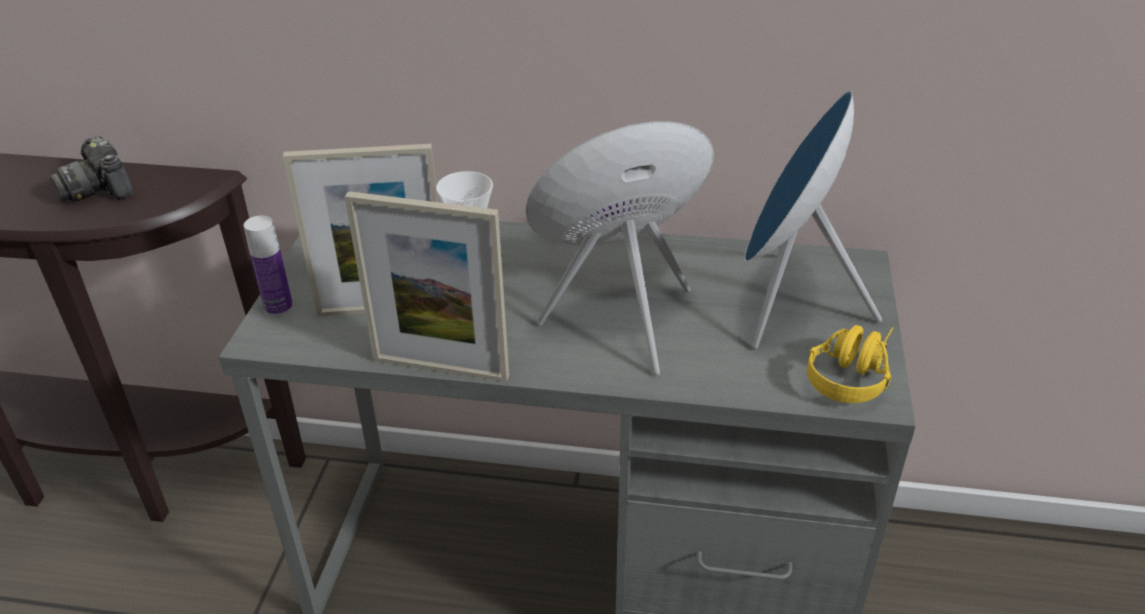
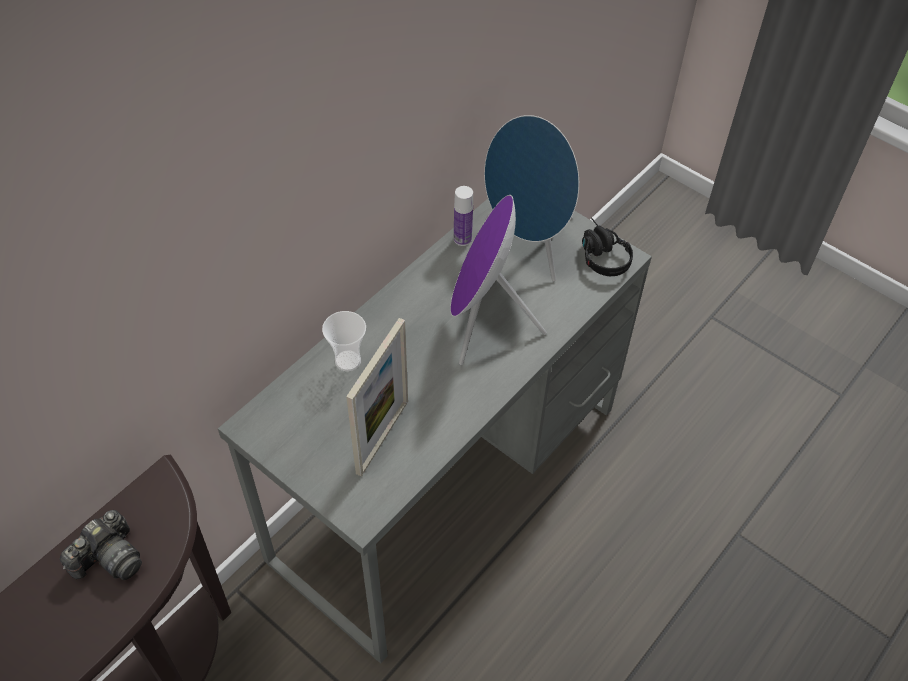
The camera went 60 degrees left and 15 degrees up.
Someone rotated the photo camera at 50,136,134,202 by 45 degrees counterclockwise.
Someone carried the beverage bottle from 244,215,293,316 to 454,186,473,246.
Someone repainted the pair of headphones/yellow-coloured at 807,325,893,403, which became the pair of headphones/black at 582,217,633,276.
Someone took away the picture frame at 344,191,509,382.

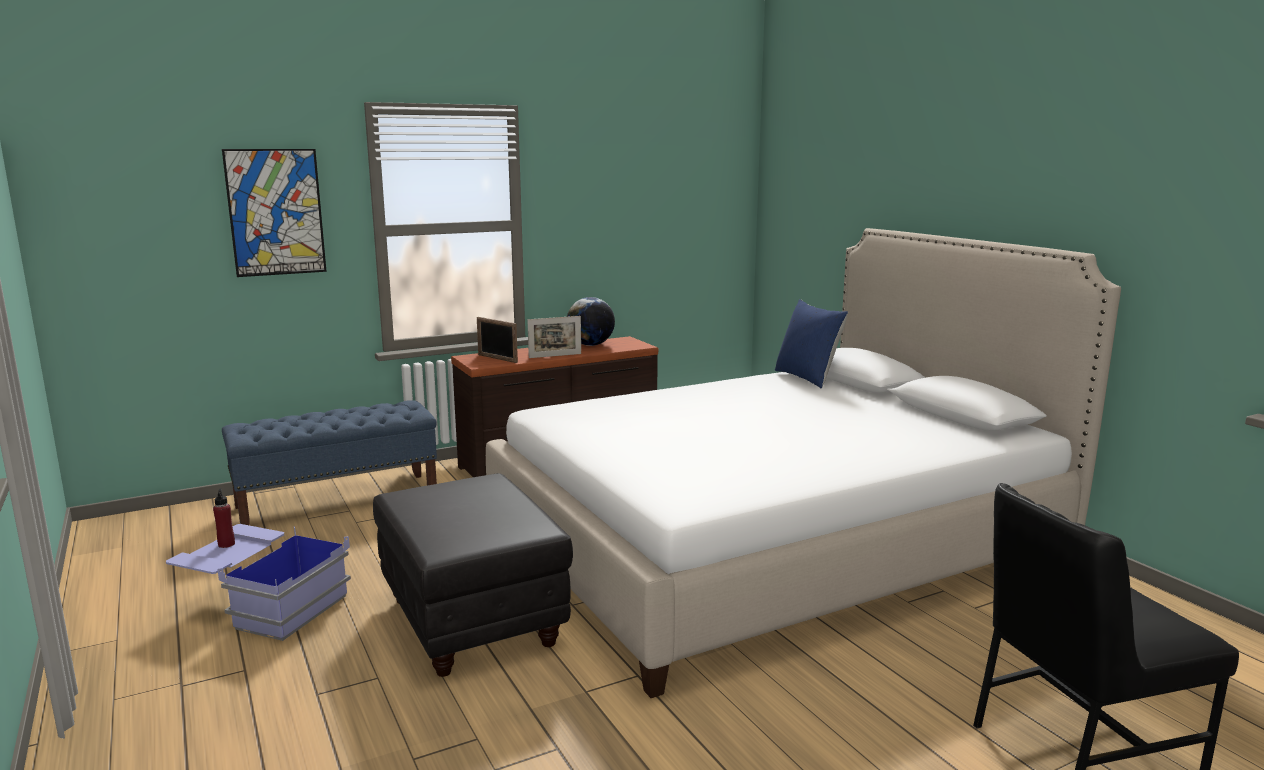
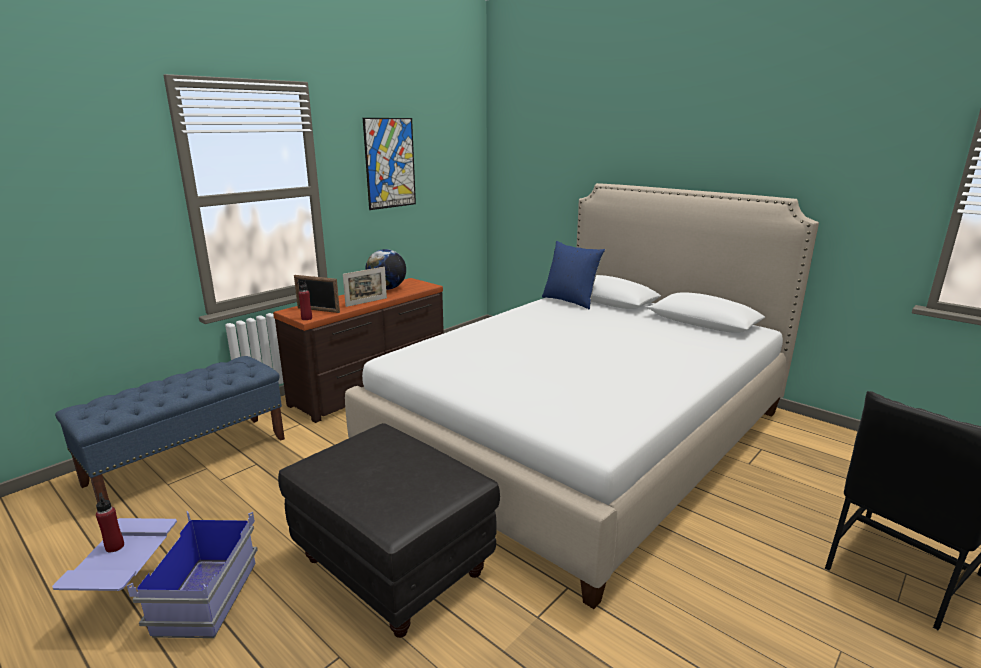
The camera went 20 degrees left and 5 degrees up.
Someone put down the beverage bottle/red at 297,280,312,320.
Someone carried the picture from 222,149,327,277 to 363,118,416,210.

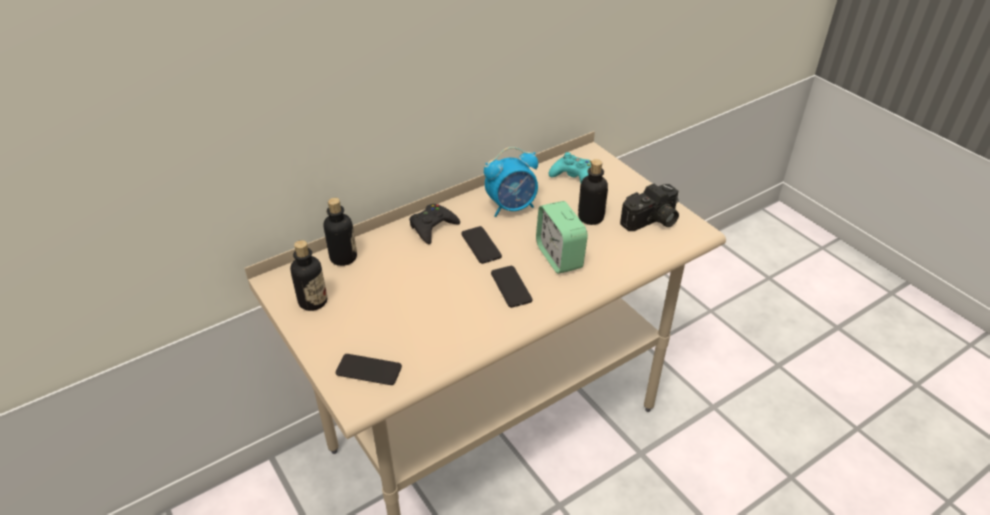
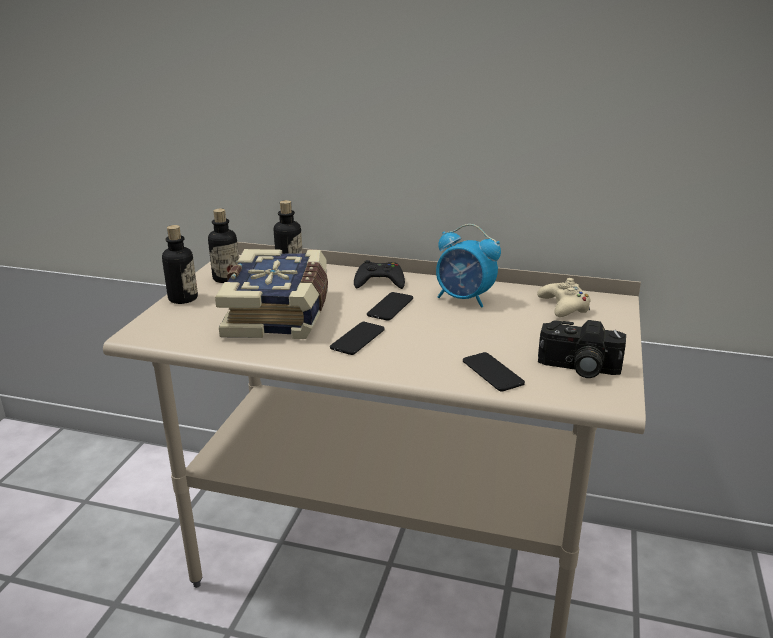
The camera went 50 degrees right and 15 degrees down.
Someone carried the beverage bottle from 578,159,608,225 to 162,225,198,304.
Someone put down the bound book at 215,249,328,339.
Someone carried the phone from 336,354,402,385 to 463,352,525,392.
Someone repainted the gamepad/turquoise at 549,152,591,183, which became the gamepad/beige at 537,278,590,317.
Someone took away the alarm clock at 536,201,588,274.

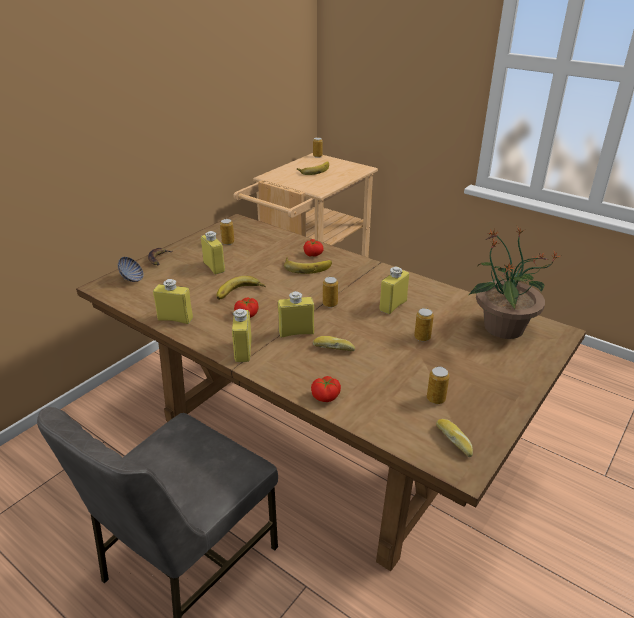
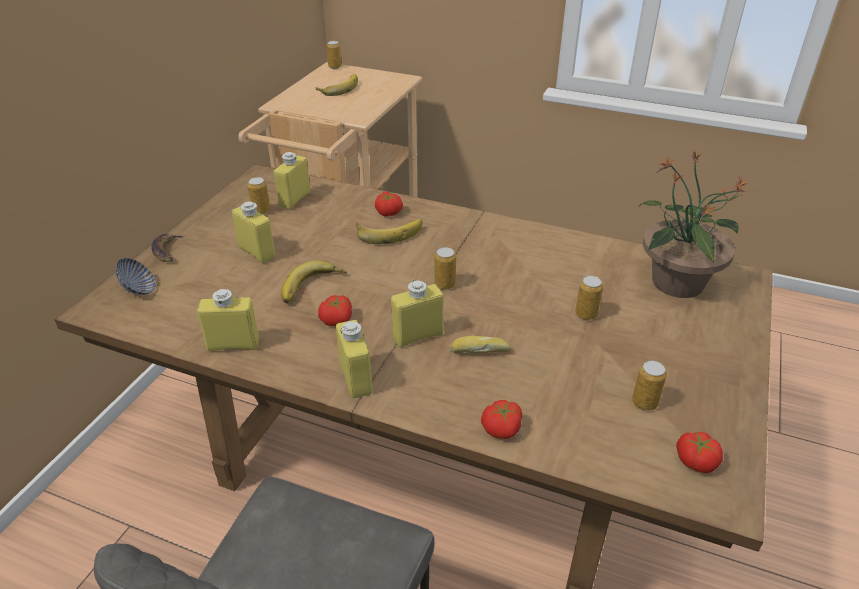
The camera went 15 degrees left and 5 degrees up.
Someone carried the beverage bottle/yellow-coloured from 380,267,409,314 to 274,152,311,209.
Someone swapped the bakery bread at 436,419,473,457 for the fresh tomato at 676,432,723,473.

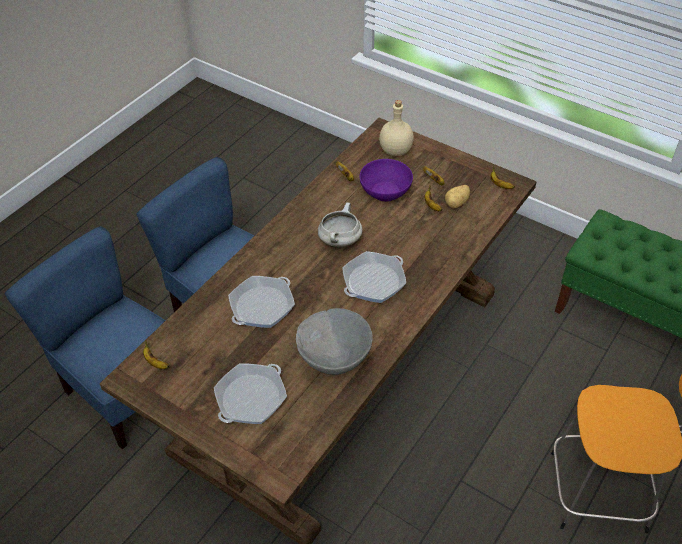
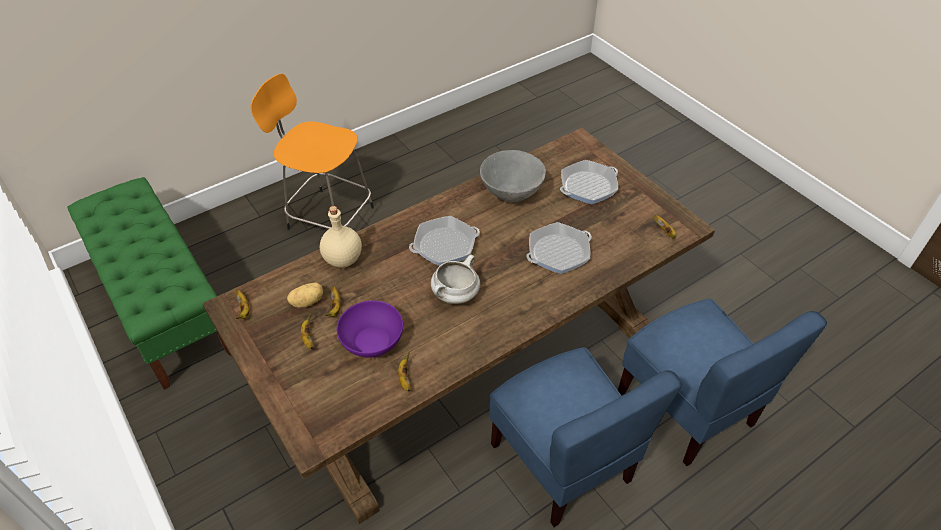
The camera went 160 degrees left and 0 degrees up.
Someone carried the beverage bottle/beige from 379,100,414,156 to 320,206,362,268.

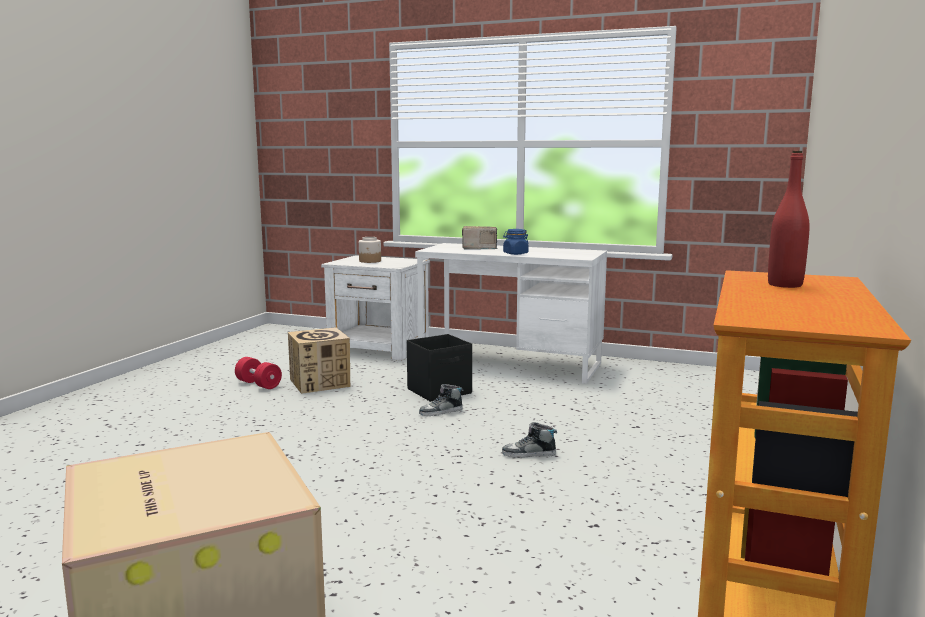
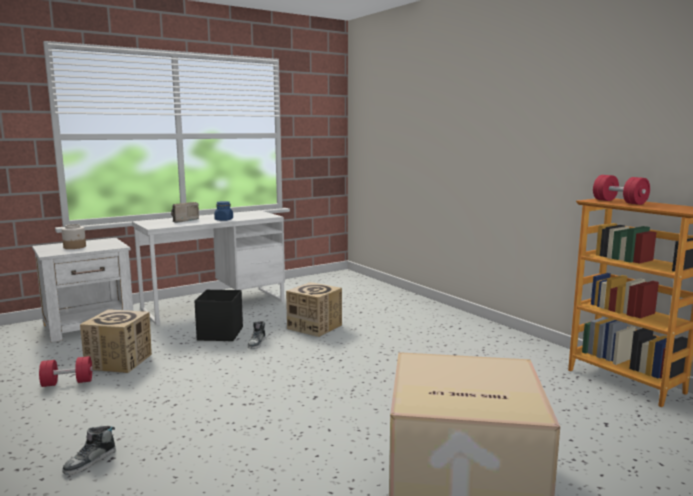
The camera went 55 degrees left and 0 degrees up.
Someone carried the item of footwear from 502,422,557,458 to 62,426,116,475.
Someone put down the cardboard box at 286,282,342,337.
Someone swapped the beverage bottle/red at 768,151,809,288 for the free weight/red at 593,175,650,205.

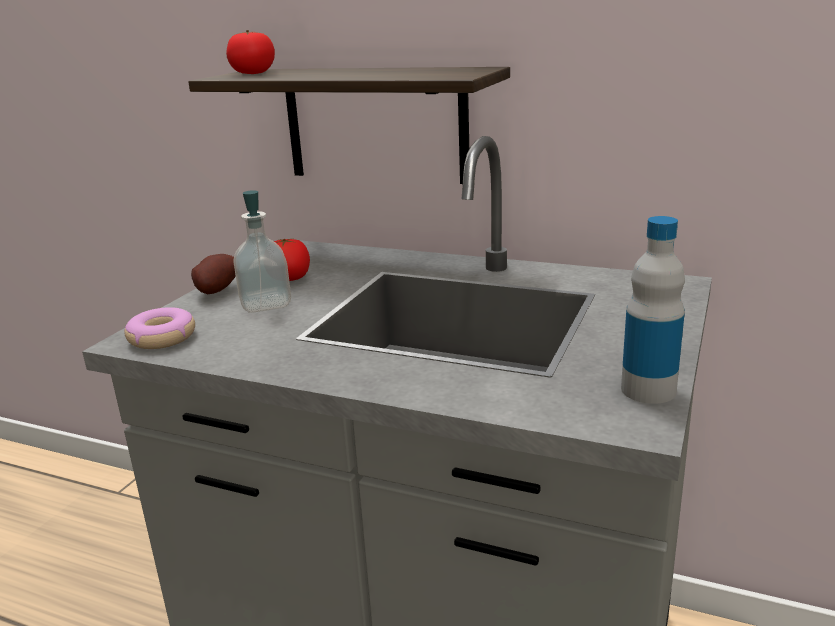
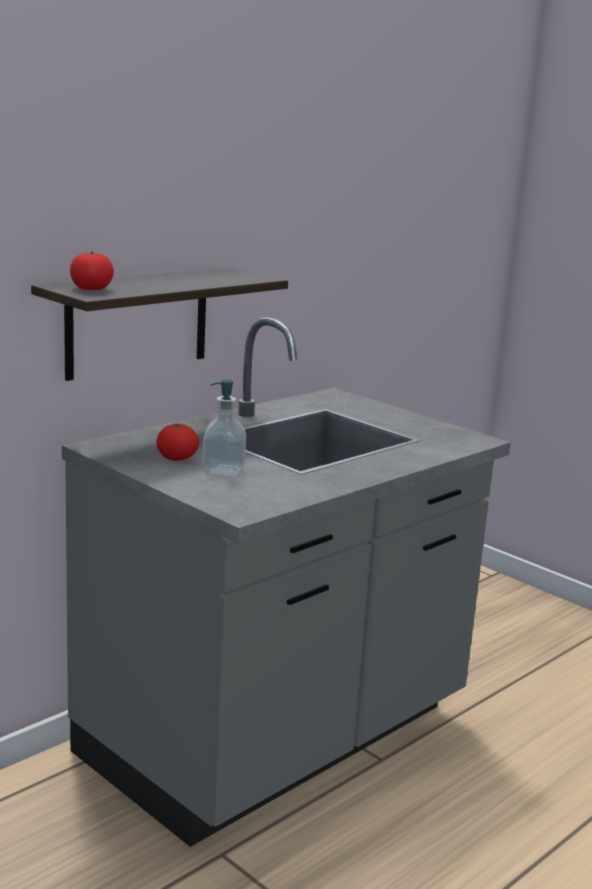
The camera went 70 degrees left and 5 degrees down.
Someone took away the donut at 124,307,195,349.
Someone took away the spud at 191,254,236,294.
Someone took away the beverage bottle at 621,216,685,404.

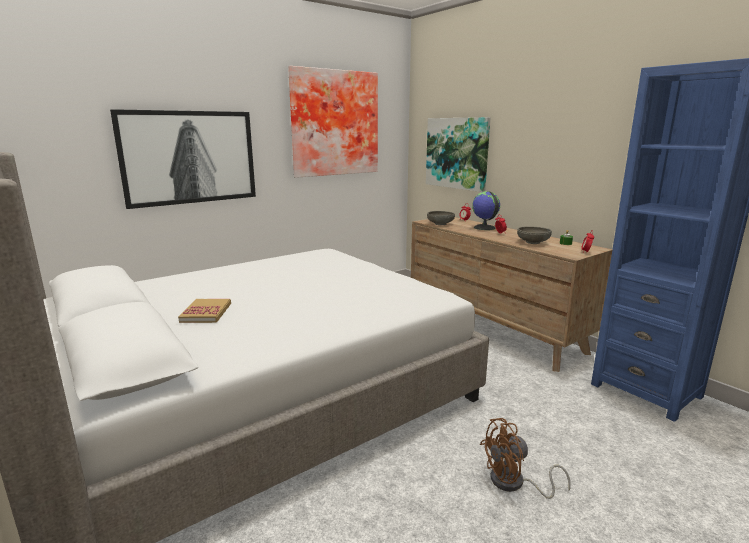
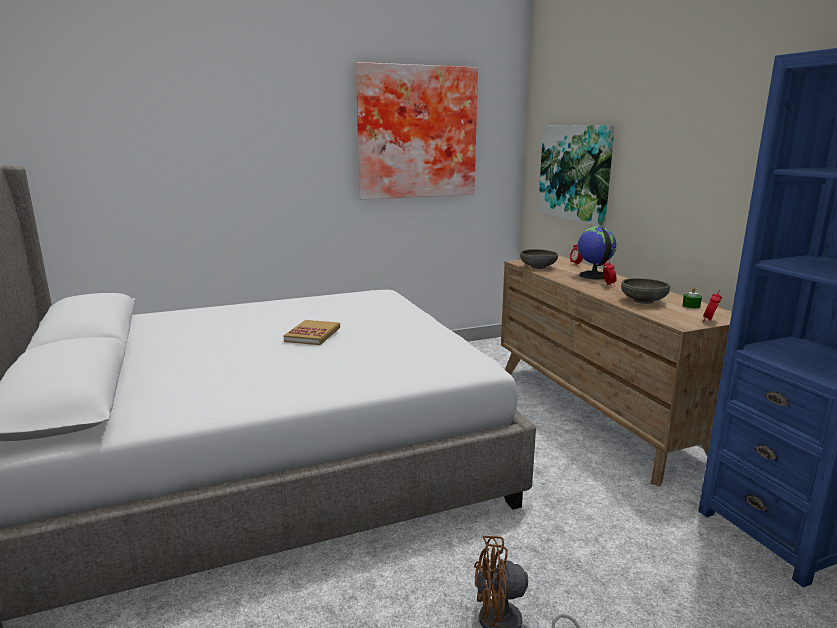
The camera went 15 degrees right and 0 degrees up.
Someone carried the bound book from 178,299,231,323 to 283,320,340,345.
Someone took away the picture at 110,109,256,209.

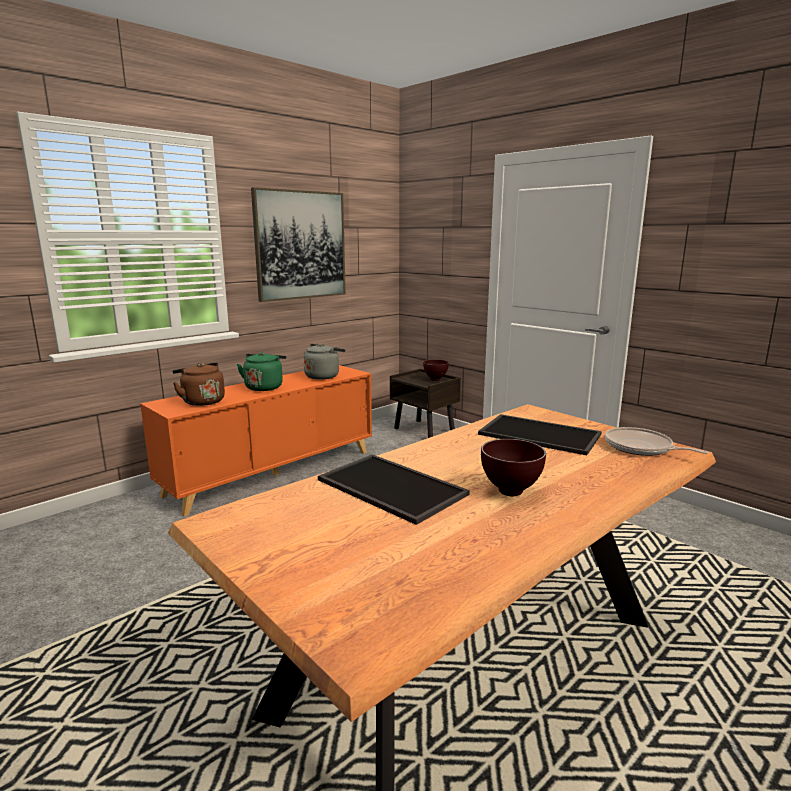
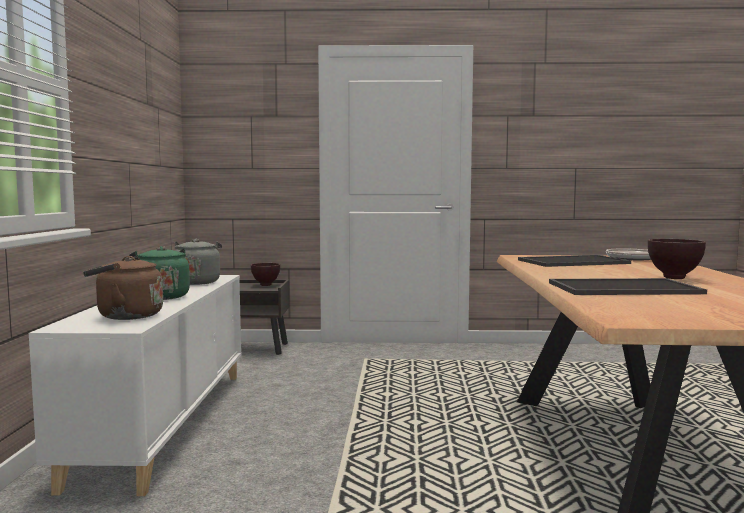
The camera went 45 degrees left and 10 degrees down.
Someone repainted the cabinet/orangey at 140,365,372,517, which became the cabinet/whitish at 29,275,241,496.
Someone took away the picture at 251,187,346,302.

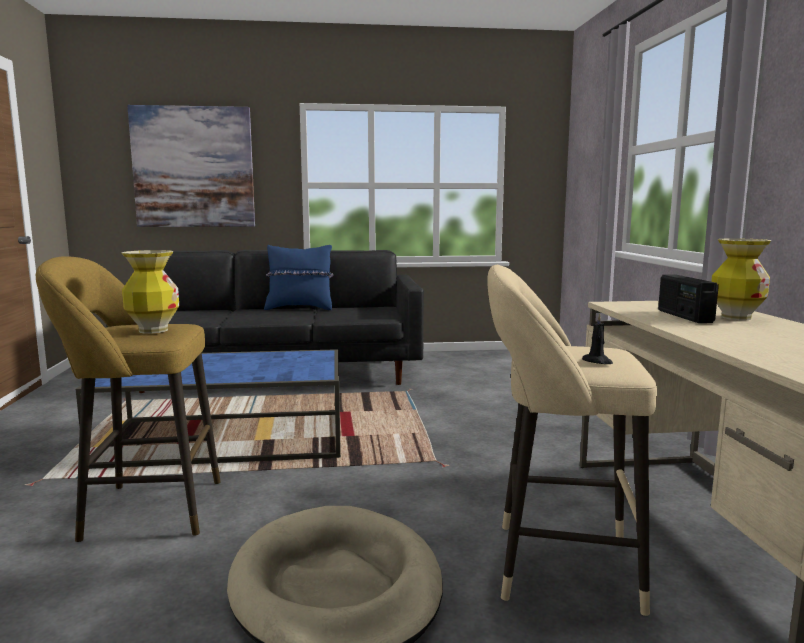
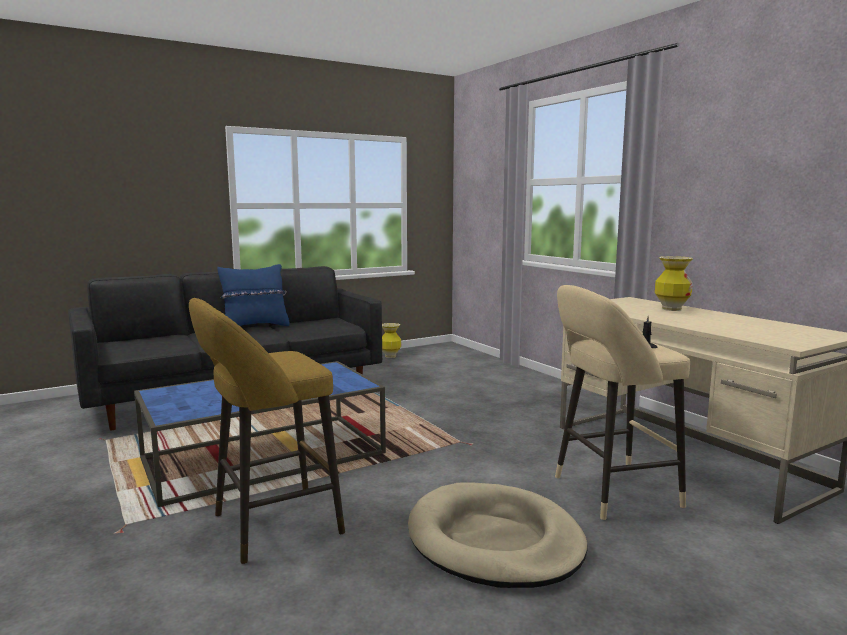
The camera went 25 degrees left and 0 degrees up.
Someone carried the flower vase from 121,250,179,334 to 382,323,401,358.
Someone took away the picture at 127,105,255,227.
Someone took away the radio set at 658,274,719,323.

